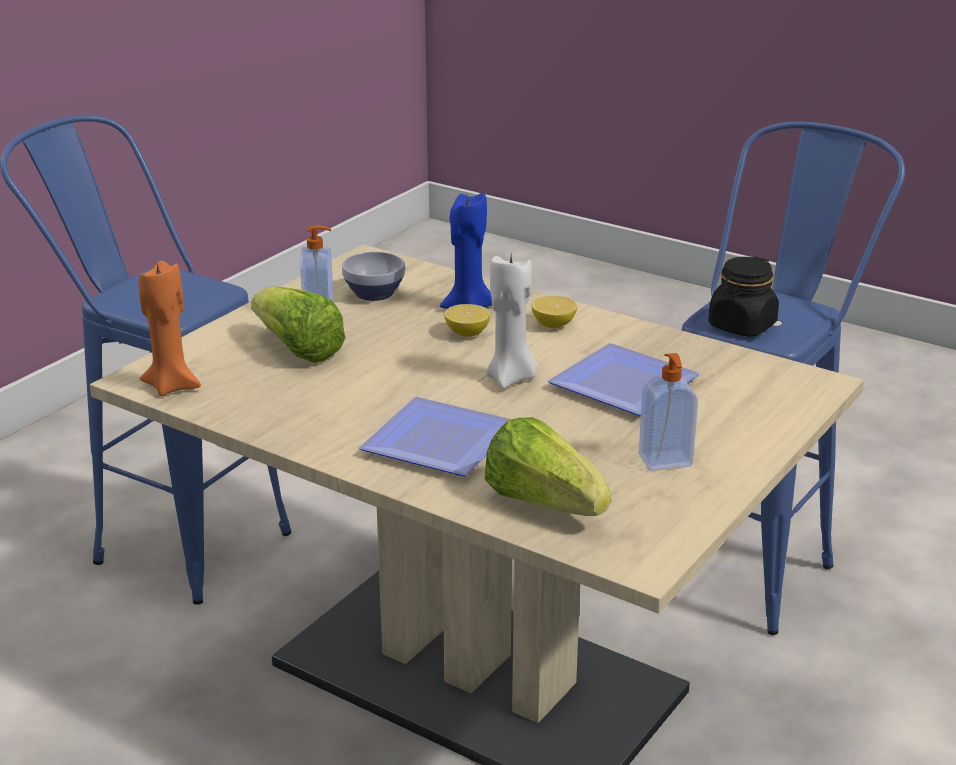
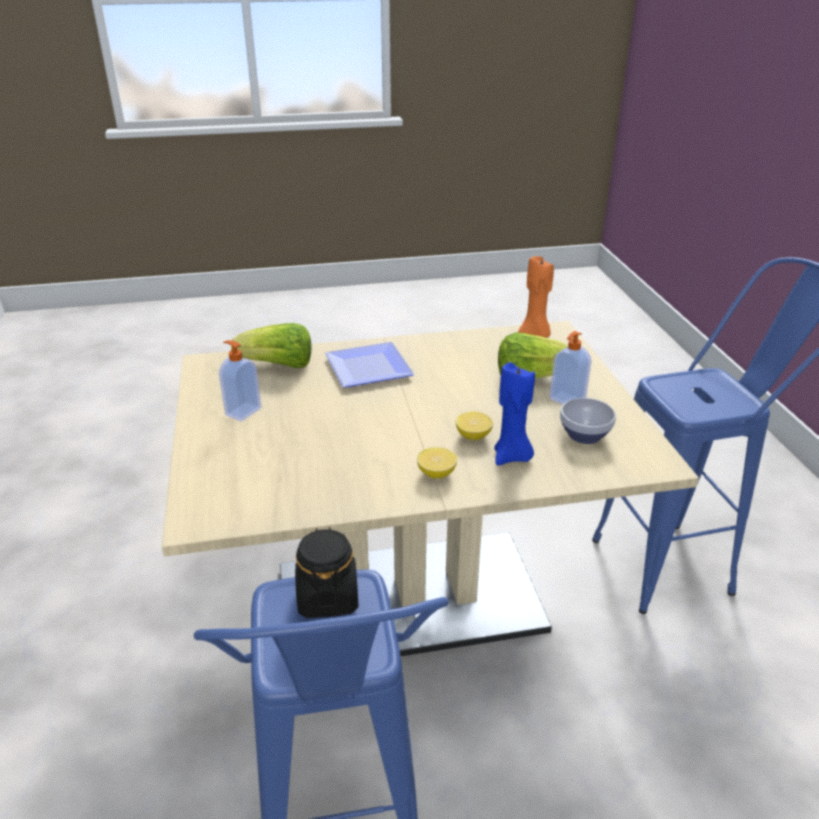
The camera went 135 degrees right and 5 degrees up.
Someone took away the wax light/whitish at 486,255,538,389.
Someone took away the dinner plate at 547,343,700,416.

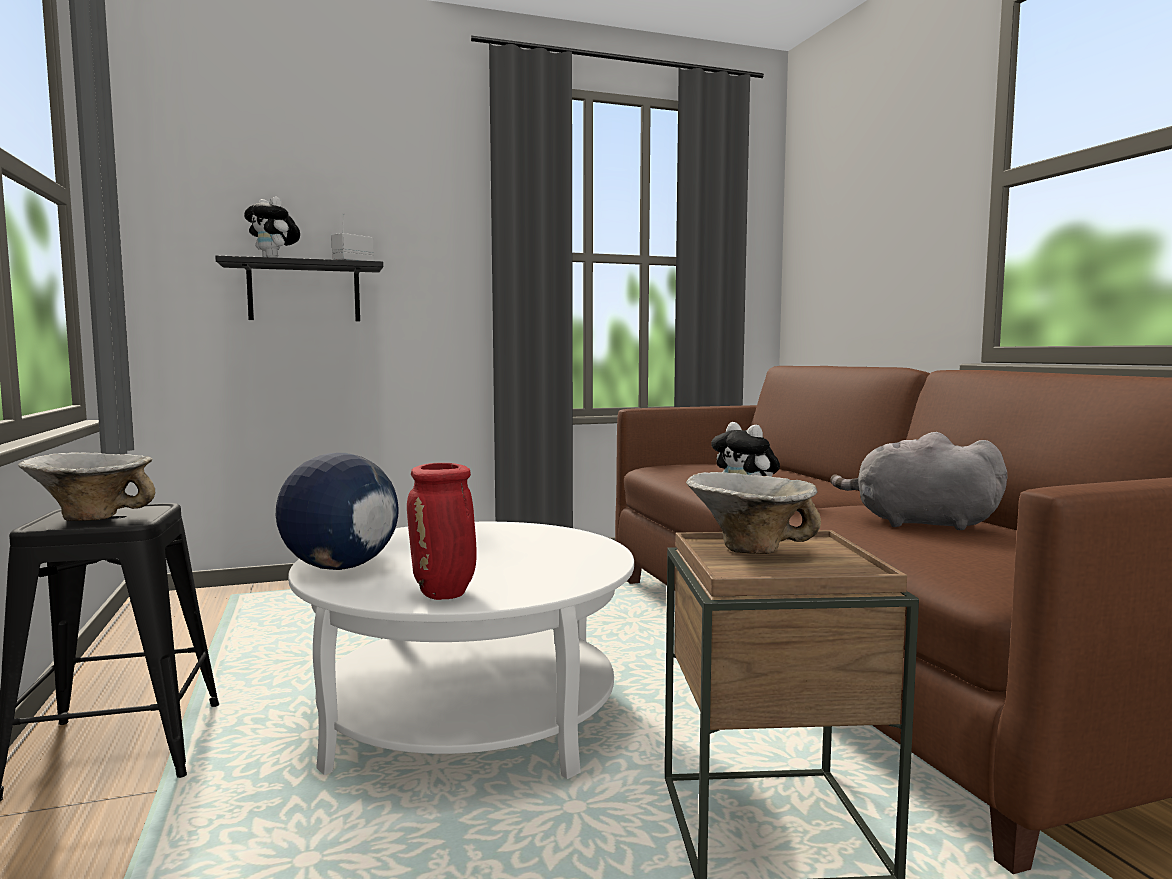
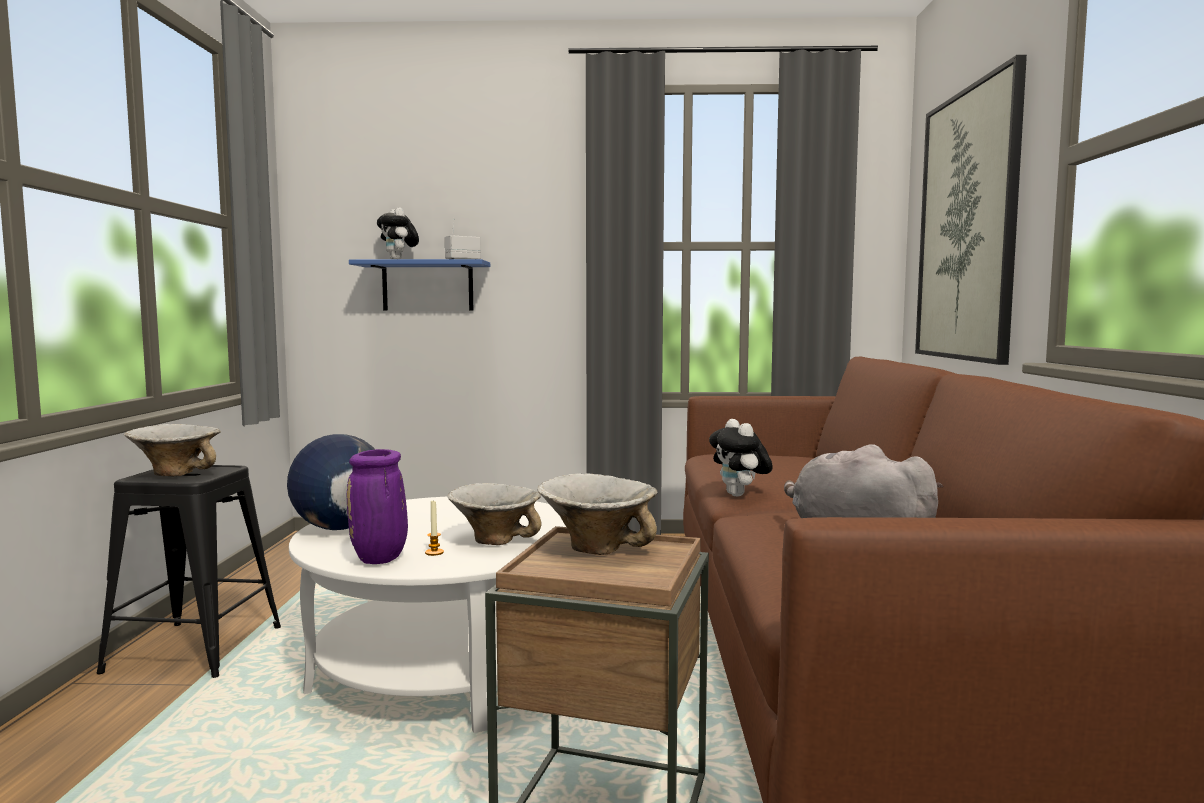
The camera went 20 degrees right and 0 degrees up.
Someone repainted the flower vase/red at 407,463,477,600, which became the flower vase/purple-coloured at 347,449,408,564.
Someone repainted the bracket shelf/black at 215,255,383,321, which became the bracket shelf/blue at 349,259,490,311.
Someone put down the wax light at 425,500,444,556.
Someone put down the serving bowl at 447,483,541,545.
Someone put up the picture at 915,55,1027,365.

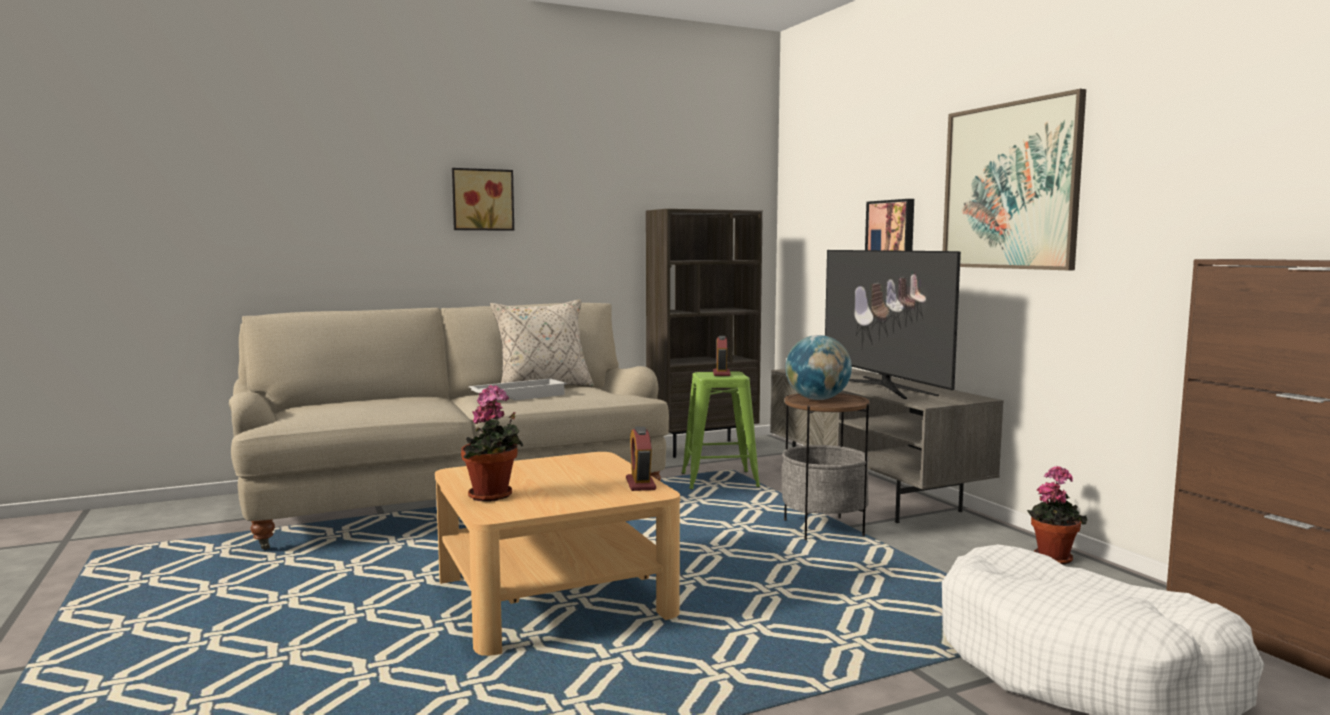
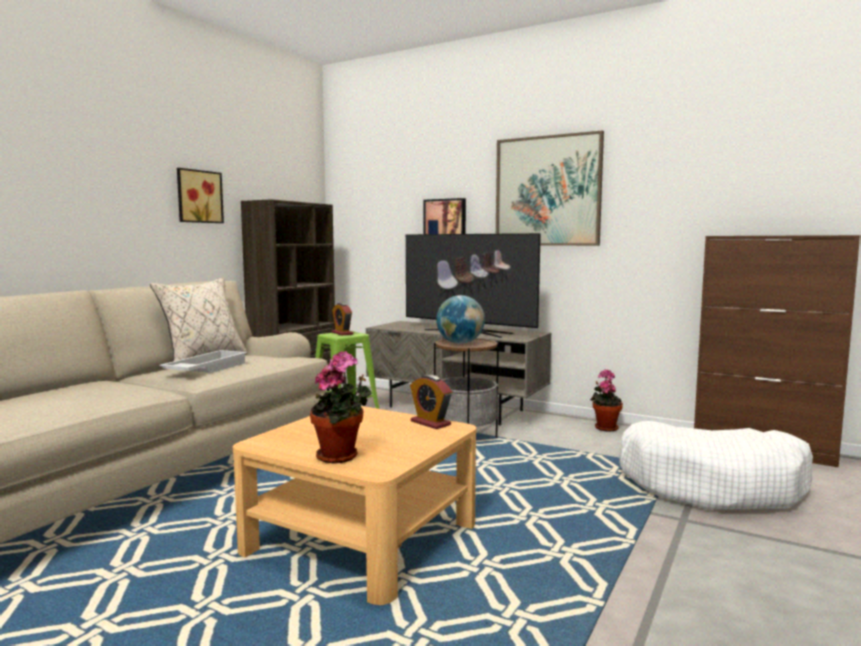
The camera went 35 degrees left and 0 degrees up.
Someone carried the picture from 452,168,514,231 to 177,168,224,223.

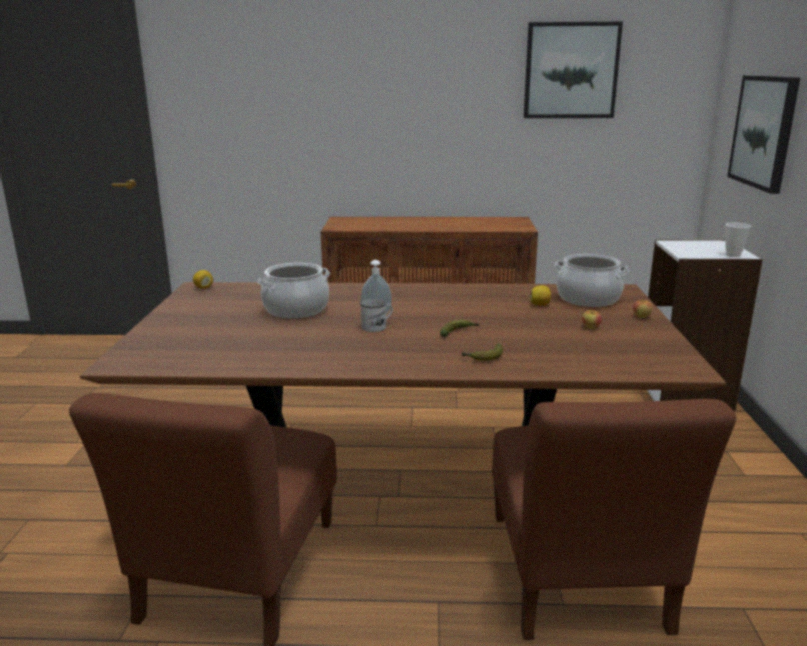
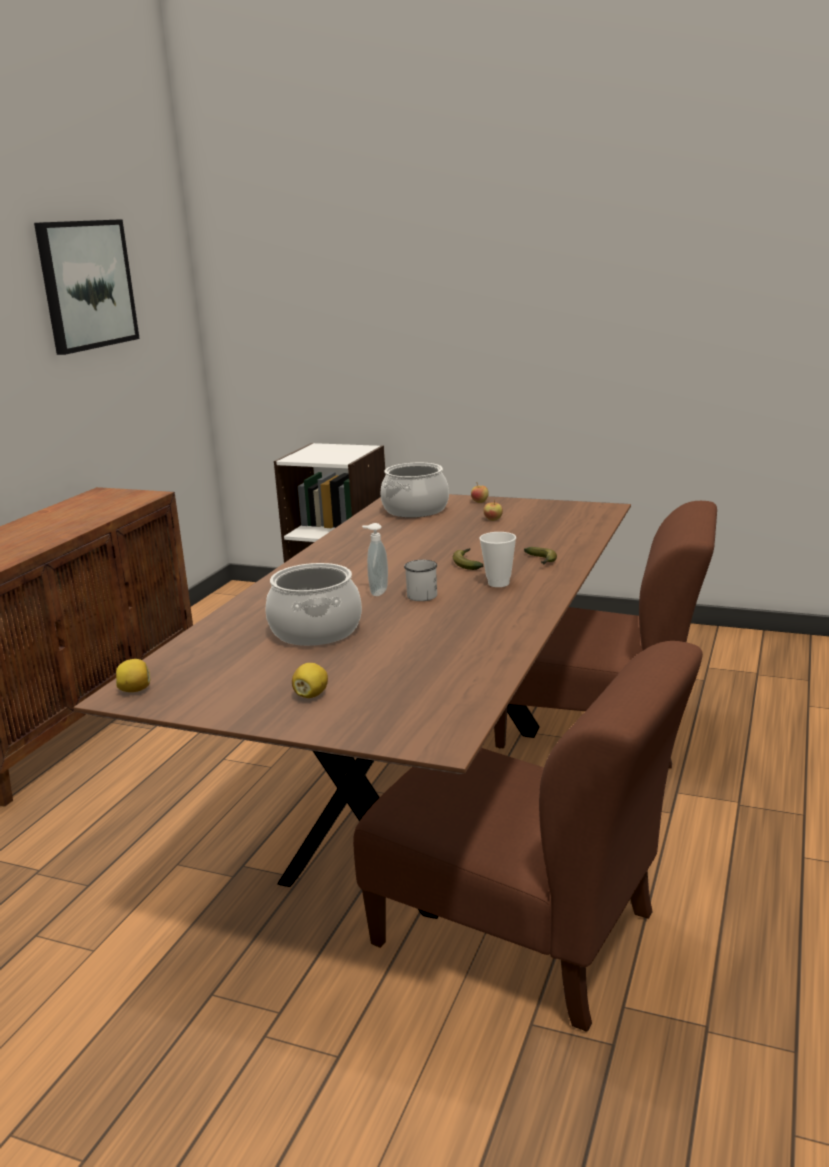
The camera went 70 degrees left and 0 degrees up.
Someone carried the citrus fruit from 529,285,551,306 to 292,663,328,698.
Someone carried the small cup from 725,222,751,257 to 479,532,516,587.
Someone took away the picture at 727,75,800,194.

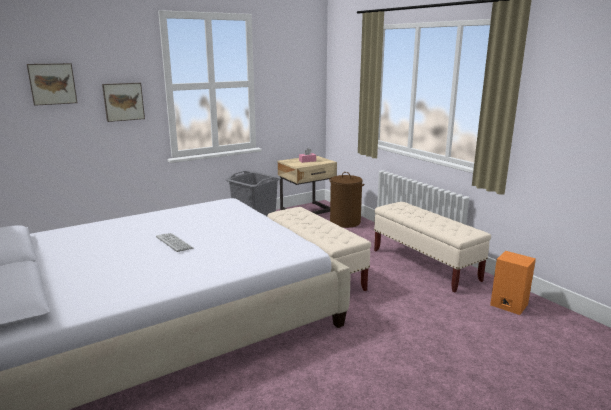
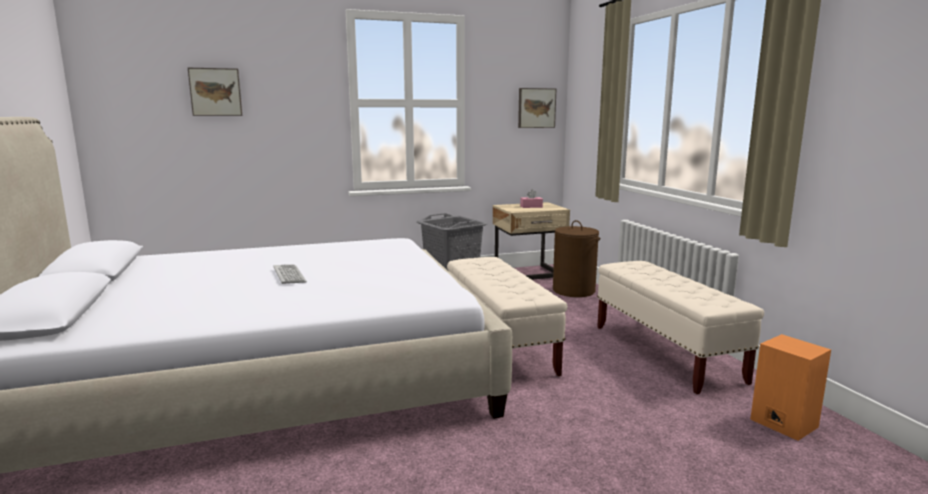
The camera went 15 degrees right and 5 degrees down.
Someone carried the picture from 102,83,145,122 to 518,88,556,128.

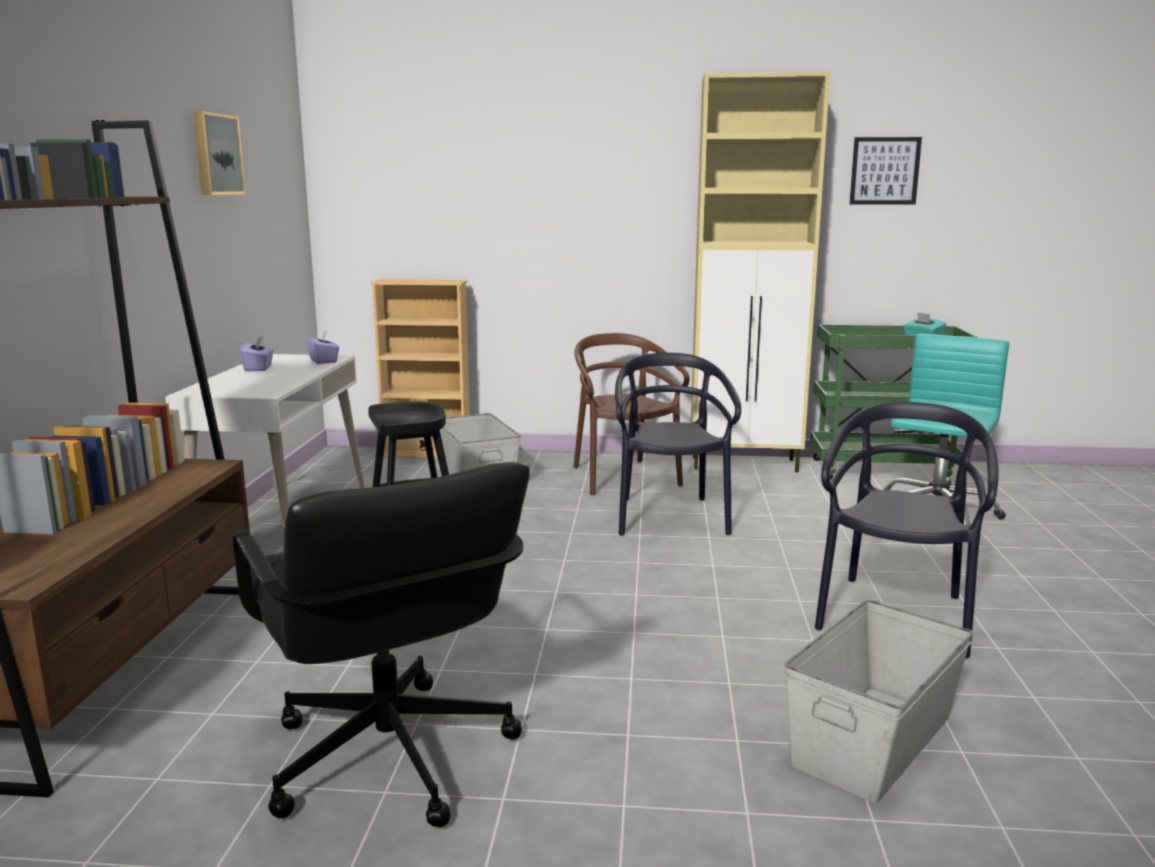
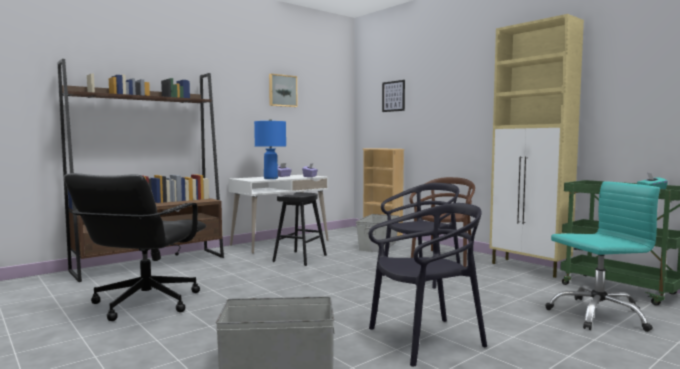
The camera went 45 degrees right and 10 degrees down.
Someone put down the tabletop lamp/blue at 254,119,286,179.
Someone carried the picture from 850,137,922,205 to 382,80,405,112.

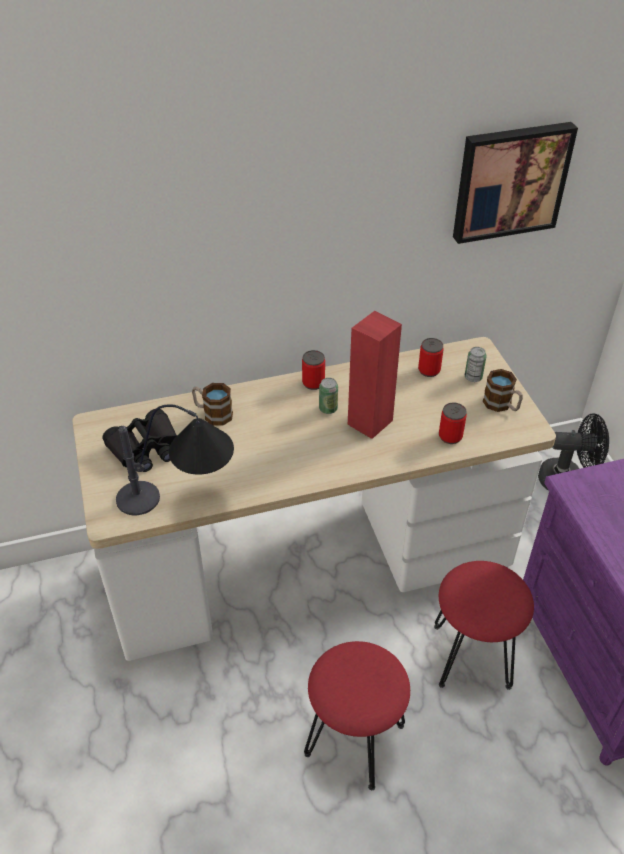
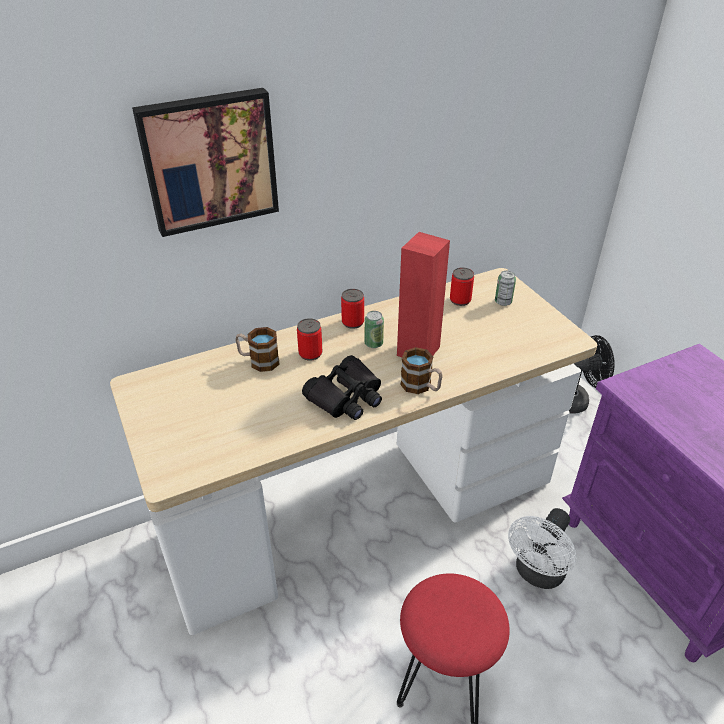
The camera went 10 degrees left and 5 degrees down.
Someone carried the picture from 453,122,578,244 to 132,88,279,237.
Someone carried the metal can from 439,403,467,444 to 297,318,322,361.
Someone carried the binoculars/black from 103,409,177,472 to 302,355,382,420.
Someone carried the mug from 483,369,523,412 to 400,347,443,394.
Someone swapped the sitting stool/red at 434,561,534,690 for the electric fan/whitish at 508,508,577,589.
Someone took away the tabletop lamp at 116,404,234,515.

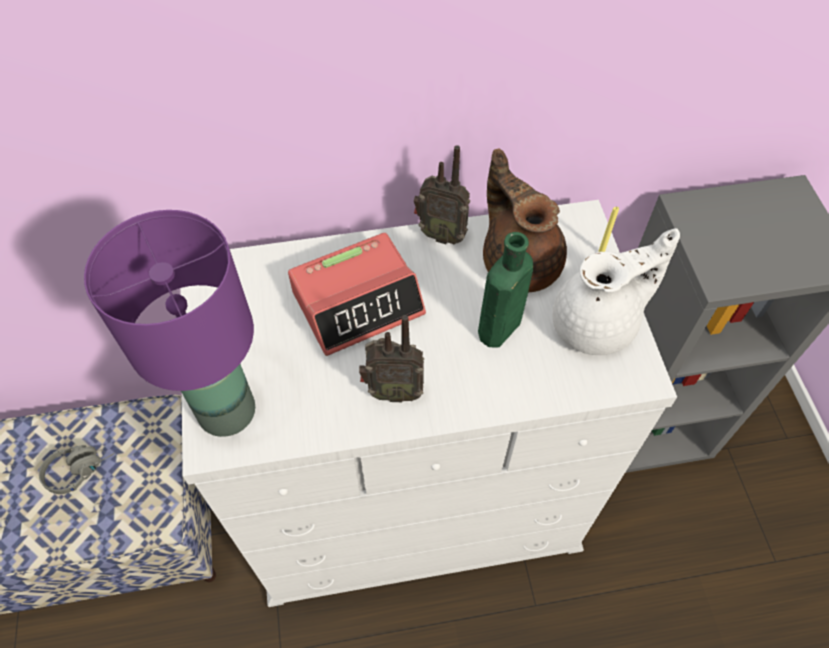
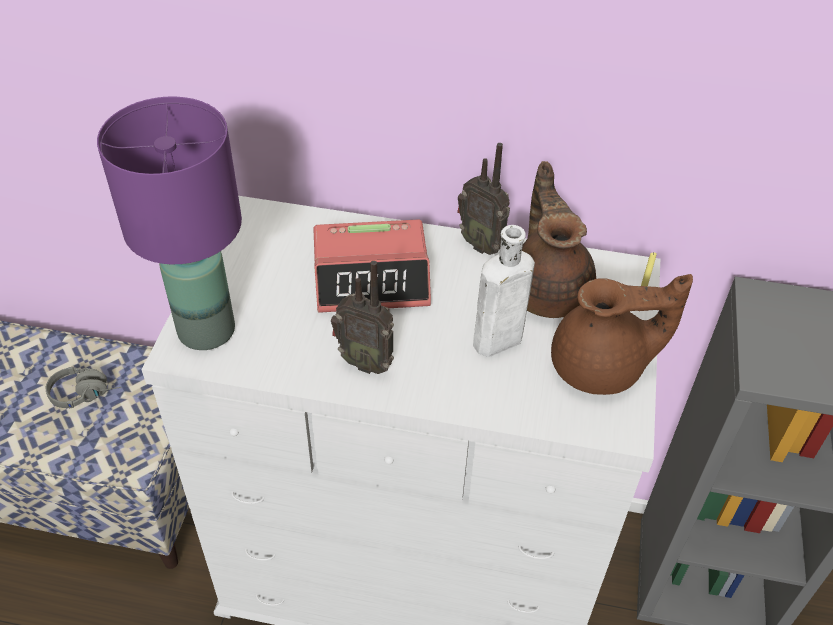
The camera went 20 degrees right and 10 degrees down.
Someone repainted the beverage bottle/greenish at 478,232,534,347, which became the beverage bottle/whitish at 473,225,535,357.
Someone repainted the tea pot/whitish at 552,228,680,355, which became the tea pot/brownish at 551,274,693,395.

